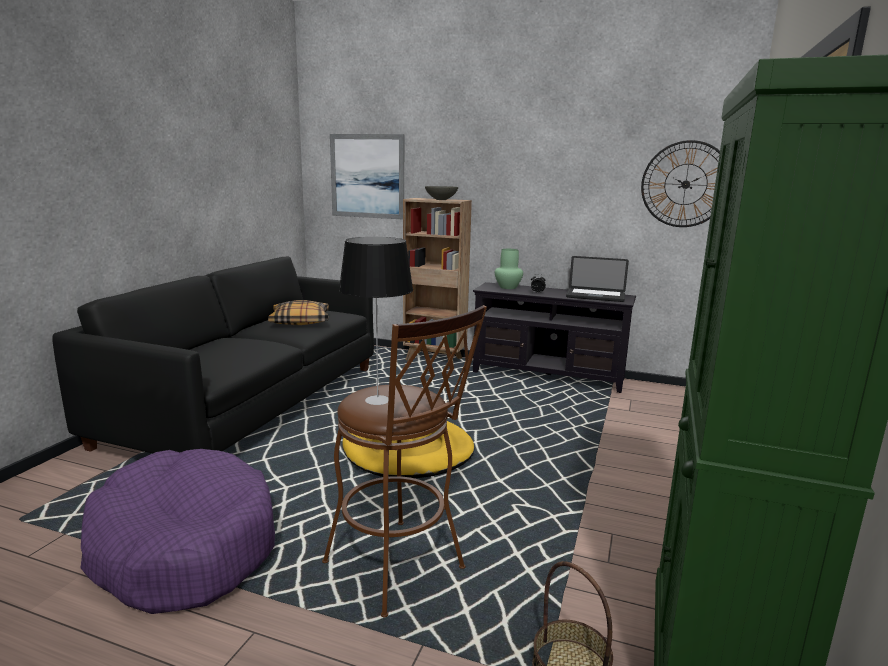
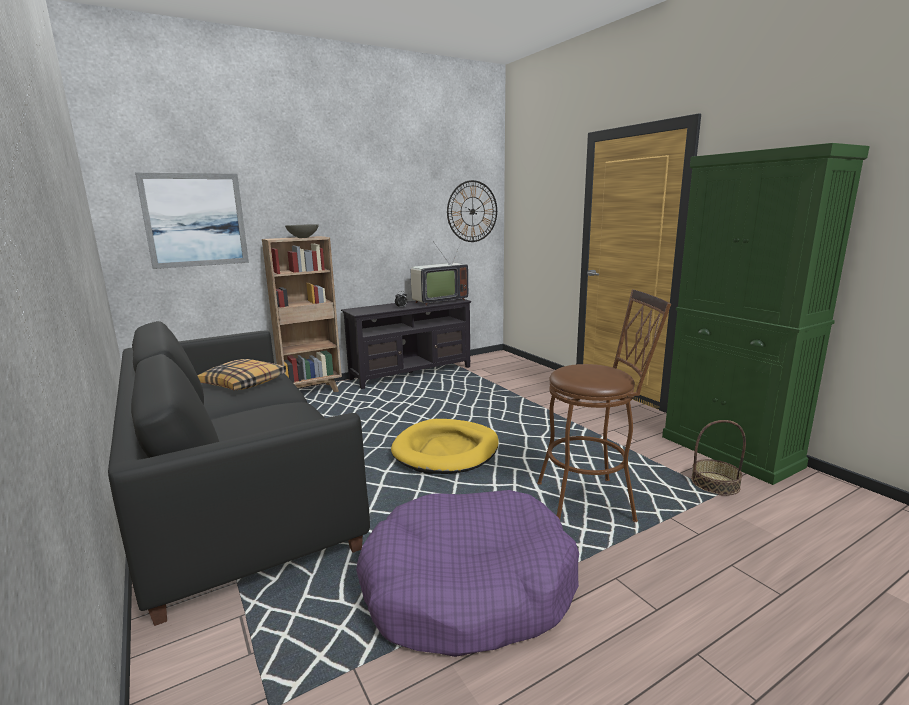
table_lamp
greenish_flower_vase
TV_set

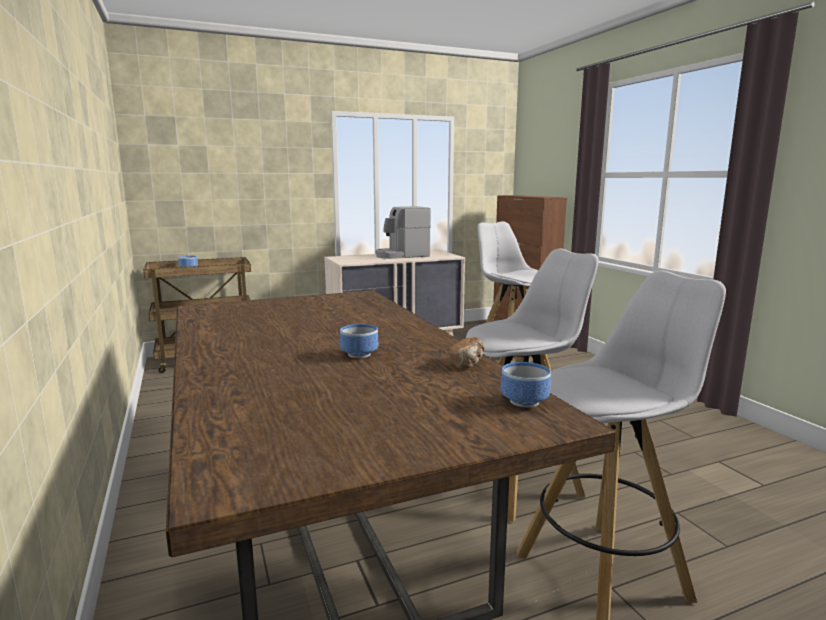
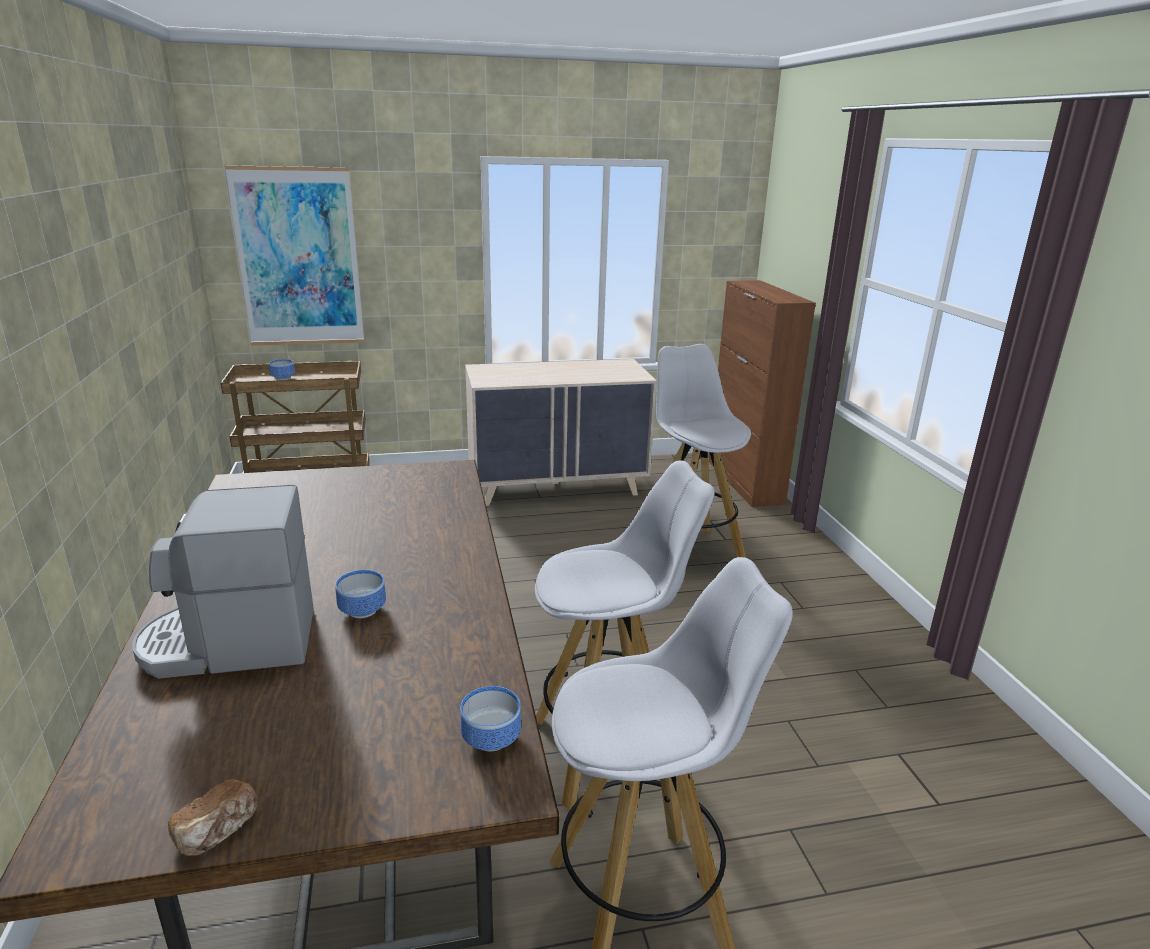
picture
coffee_machine
baked_bread

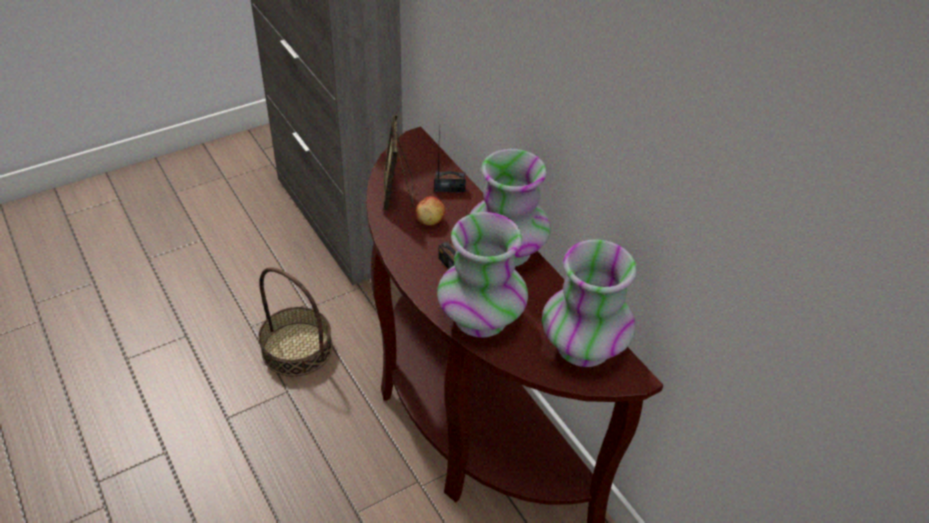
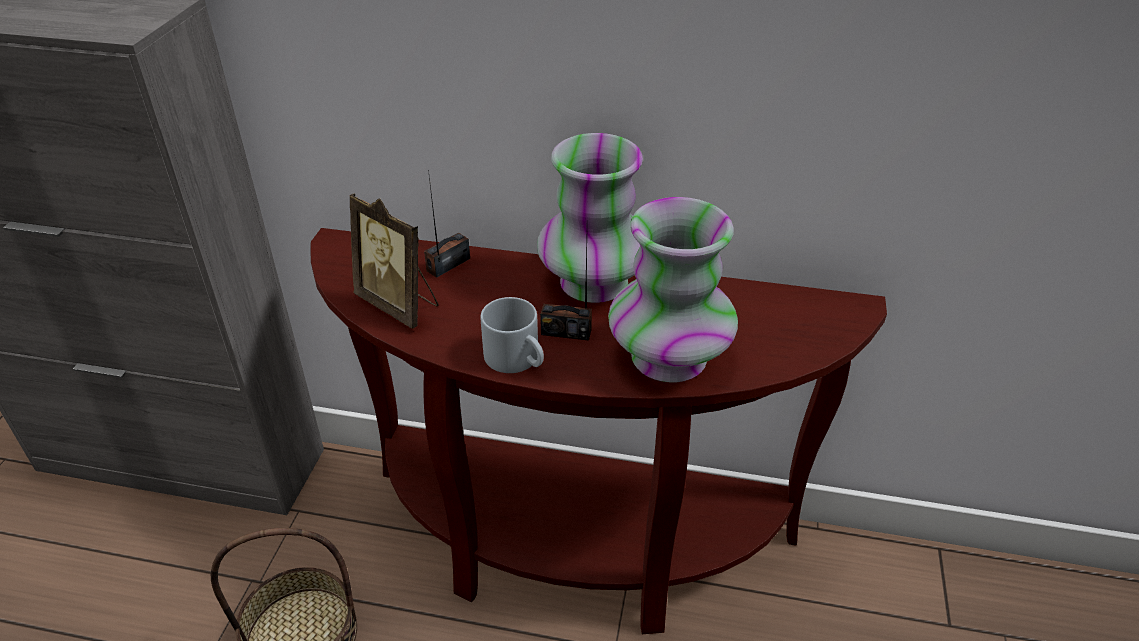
whole_apple
flower_vase (no. 3 from left in the first image)
grey_coffee_mug

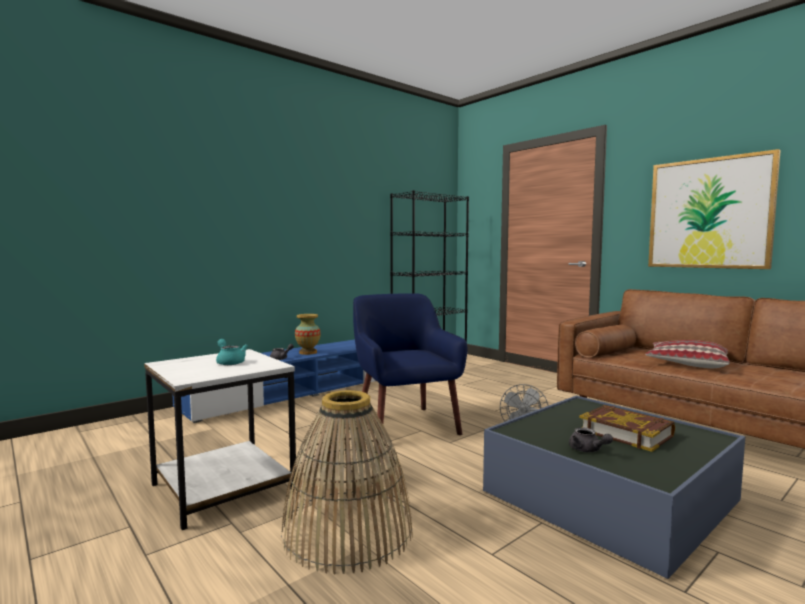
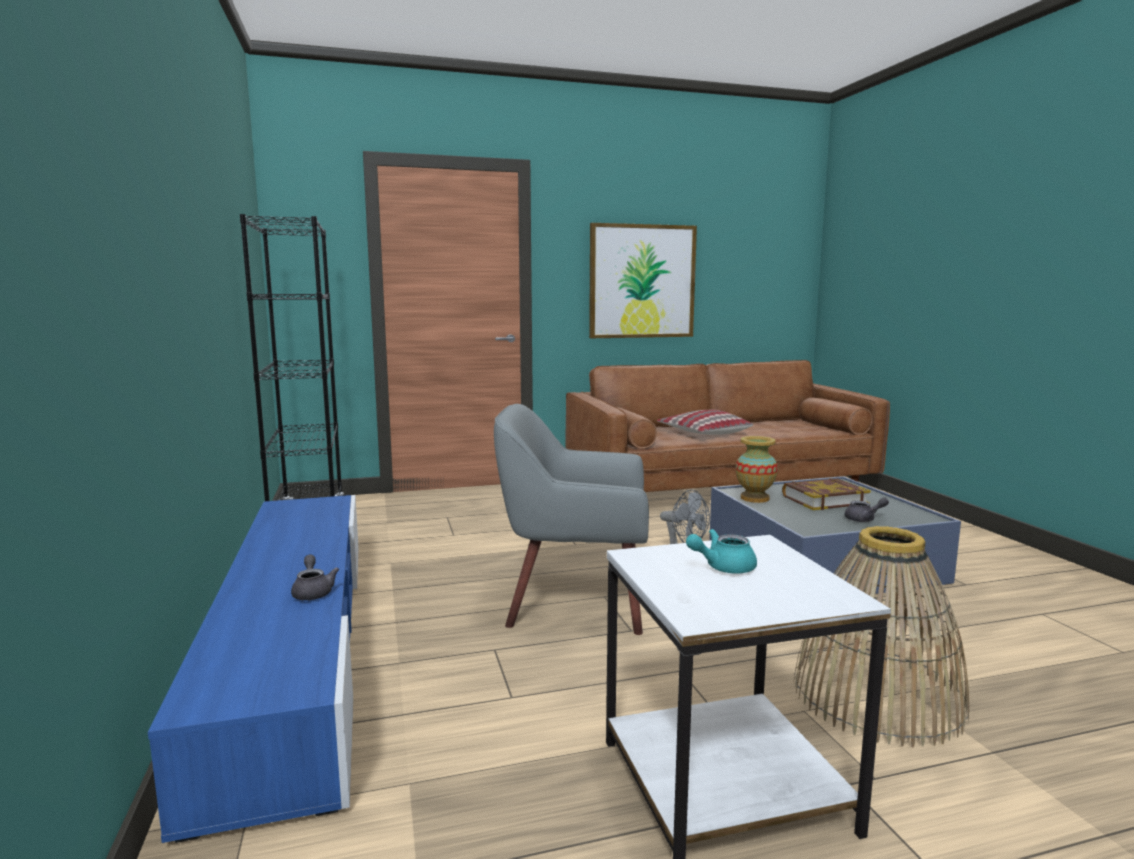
flower_vase
grey_armchair

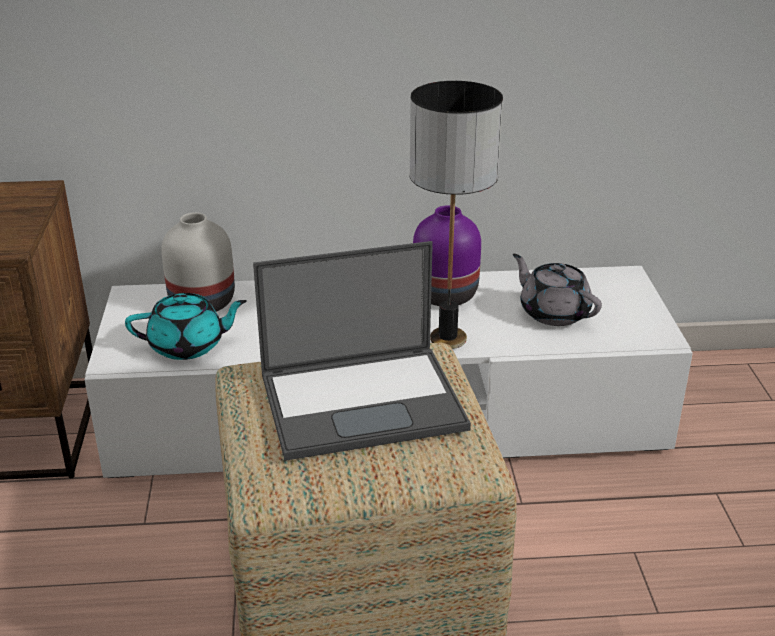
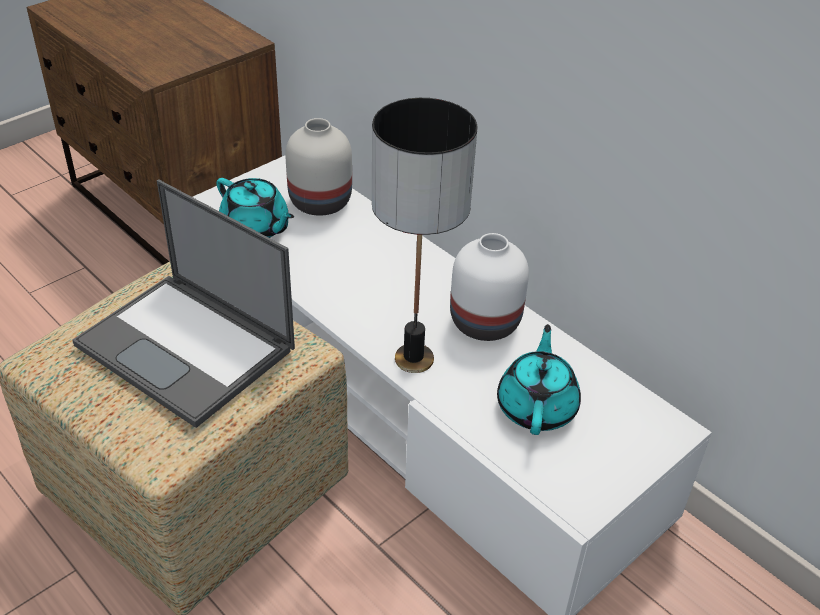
white-coloured_flower_vase (no. 2 from left)
turquoise_pot_for_tea (no. 2 from left)

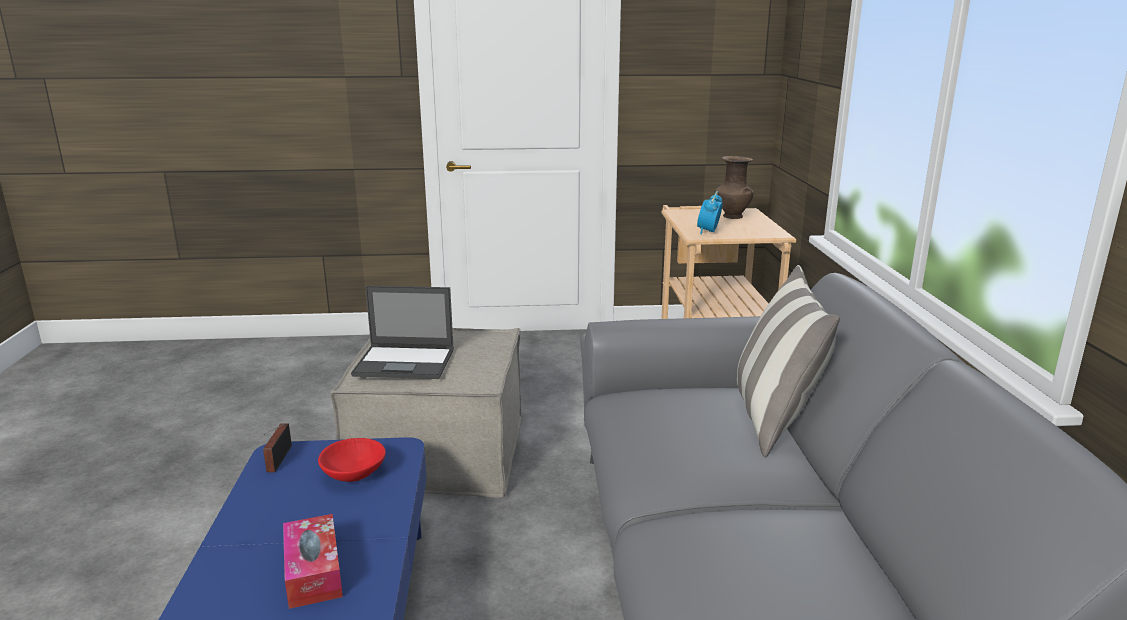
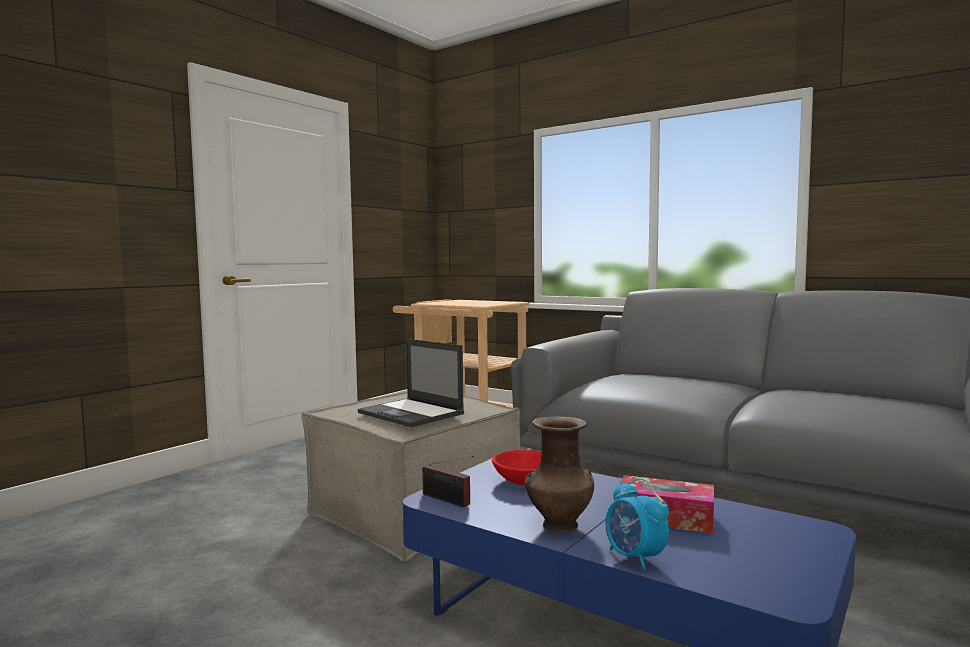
pillow
table_clock
brownish_flower_vase
notebook_computer

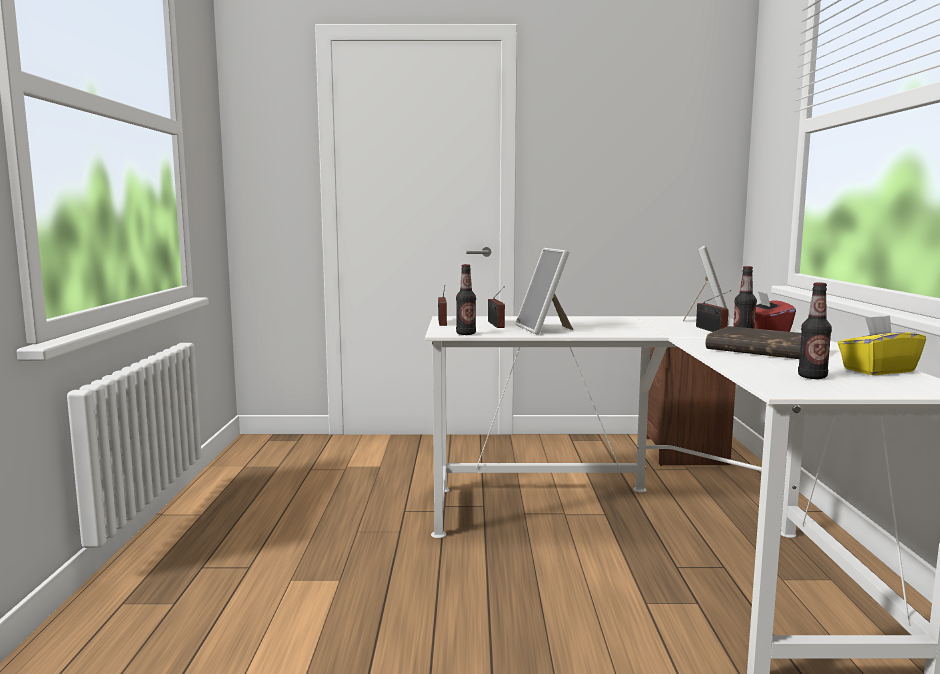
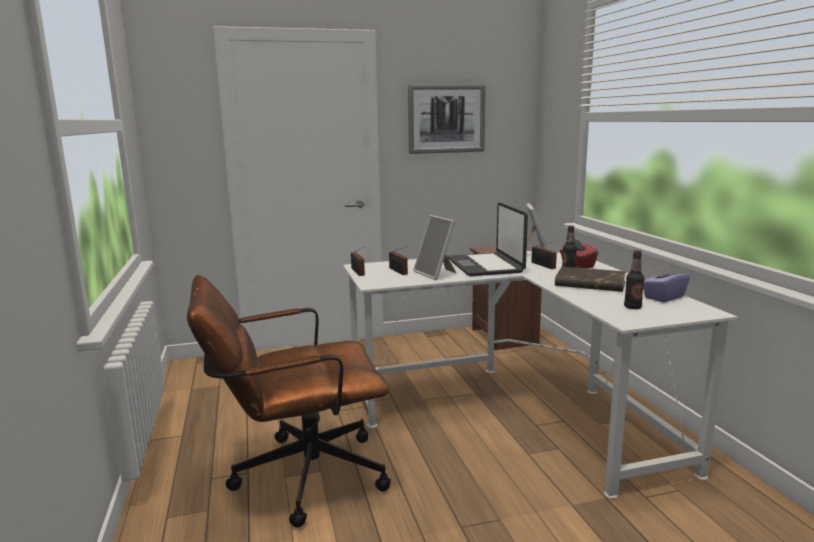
bottle (no. 1 from left in the first image)
brownish_desk_chair
picture
notebook_computer
purple-coloured_tissue_holder

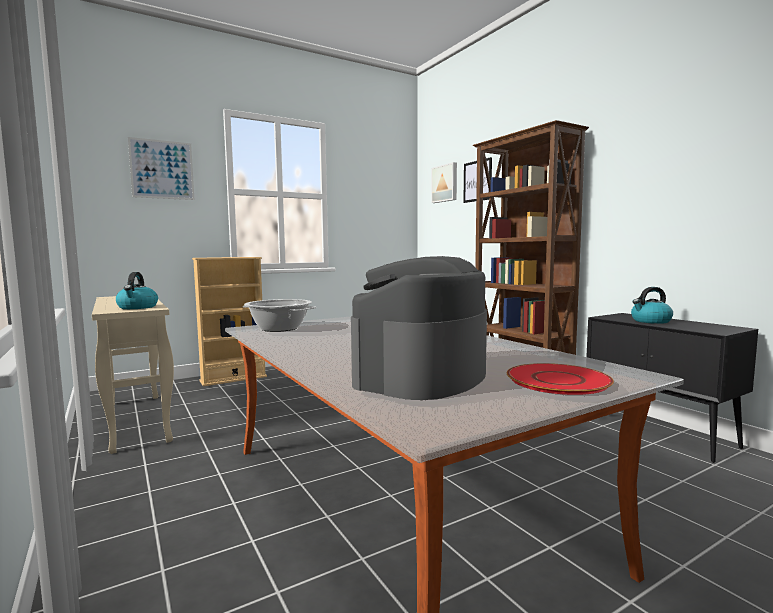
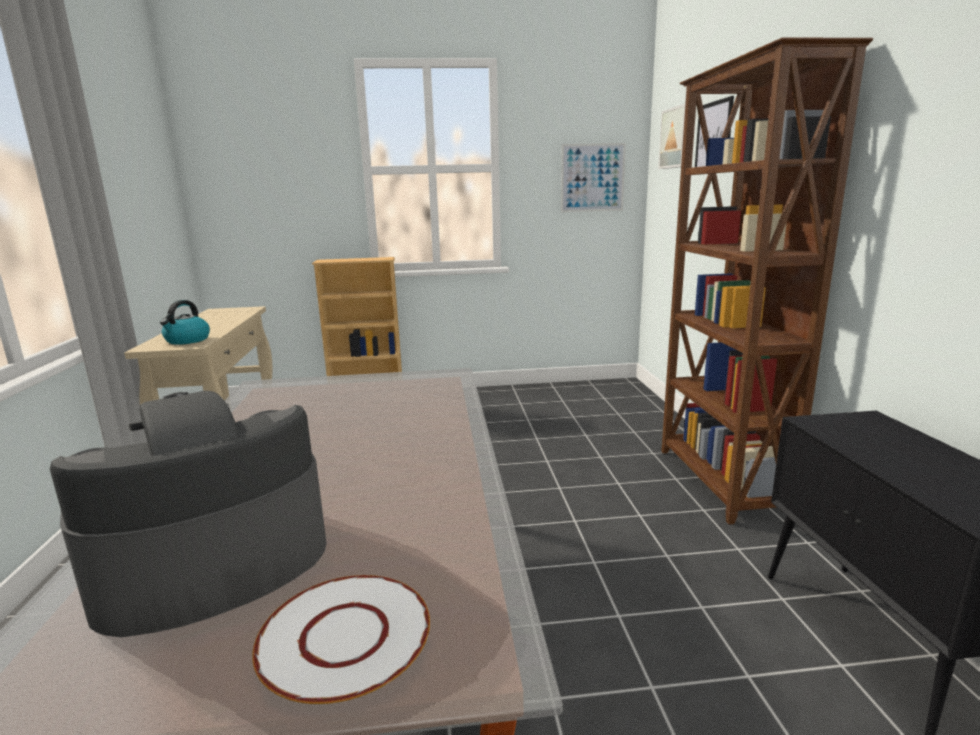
cooking_pot
kettle (no. 2 from left in the first image)
picture (no. 1 from left)
white-coloured_plate

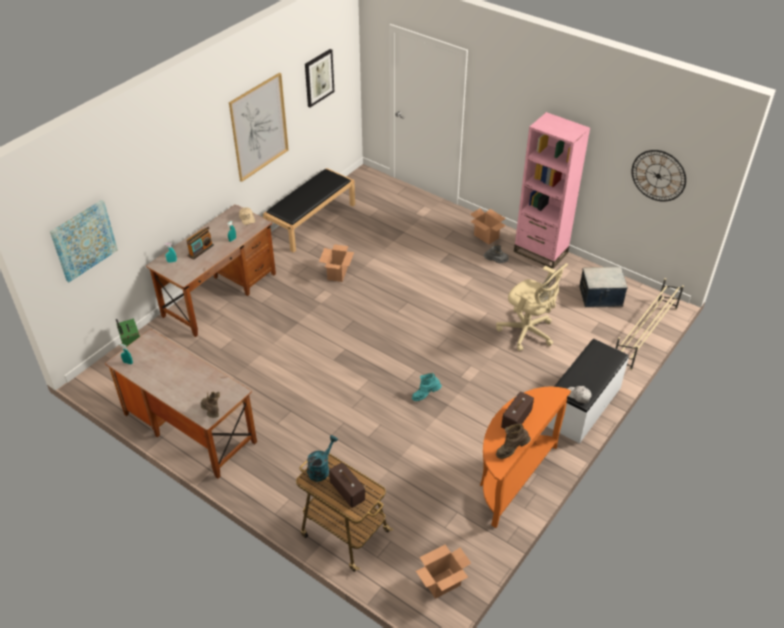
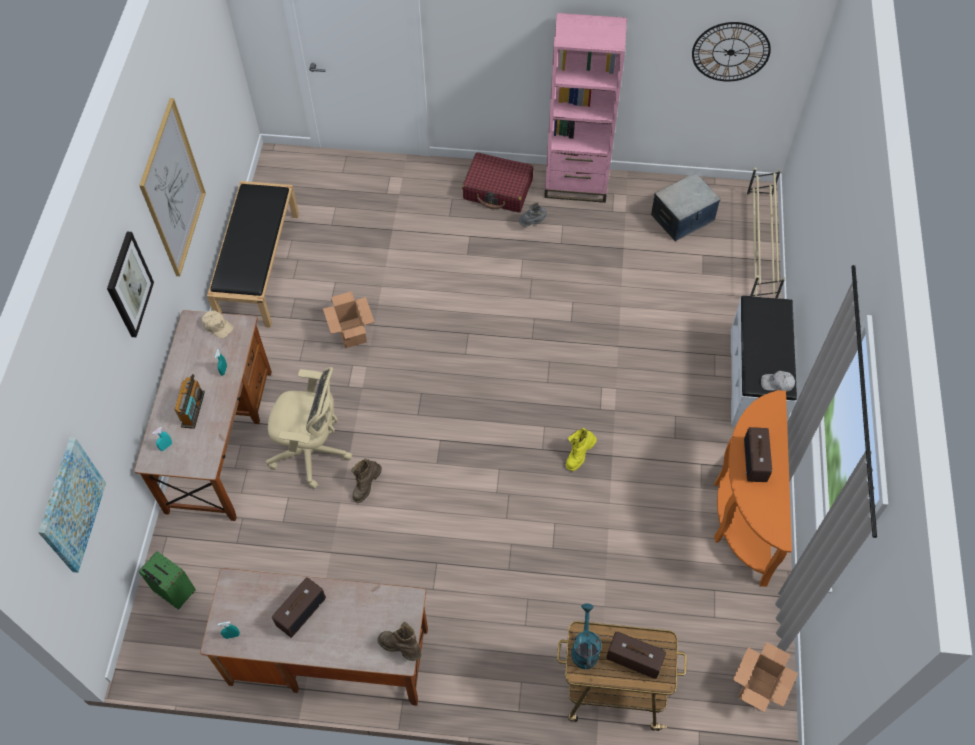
radio (no. 2 from left)
picture (no. 2 from left)
beige-coloured_desk_chair
brownish_boot (no. 1 from left)
reddish_piece_of_luggage
yellow-coloured_boot

